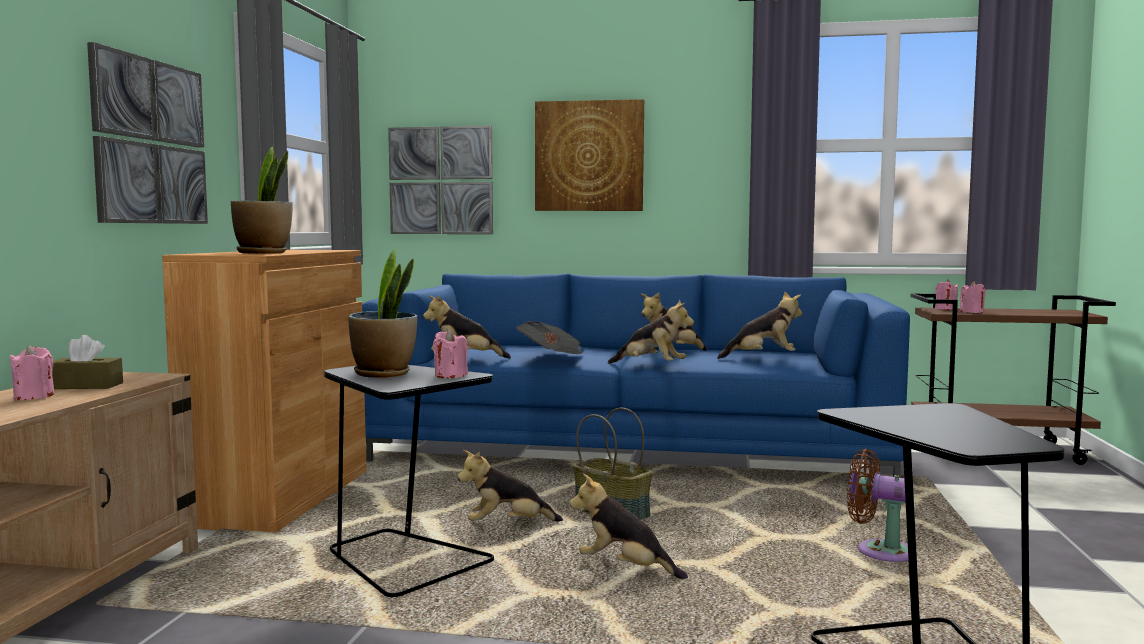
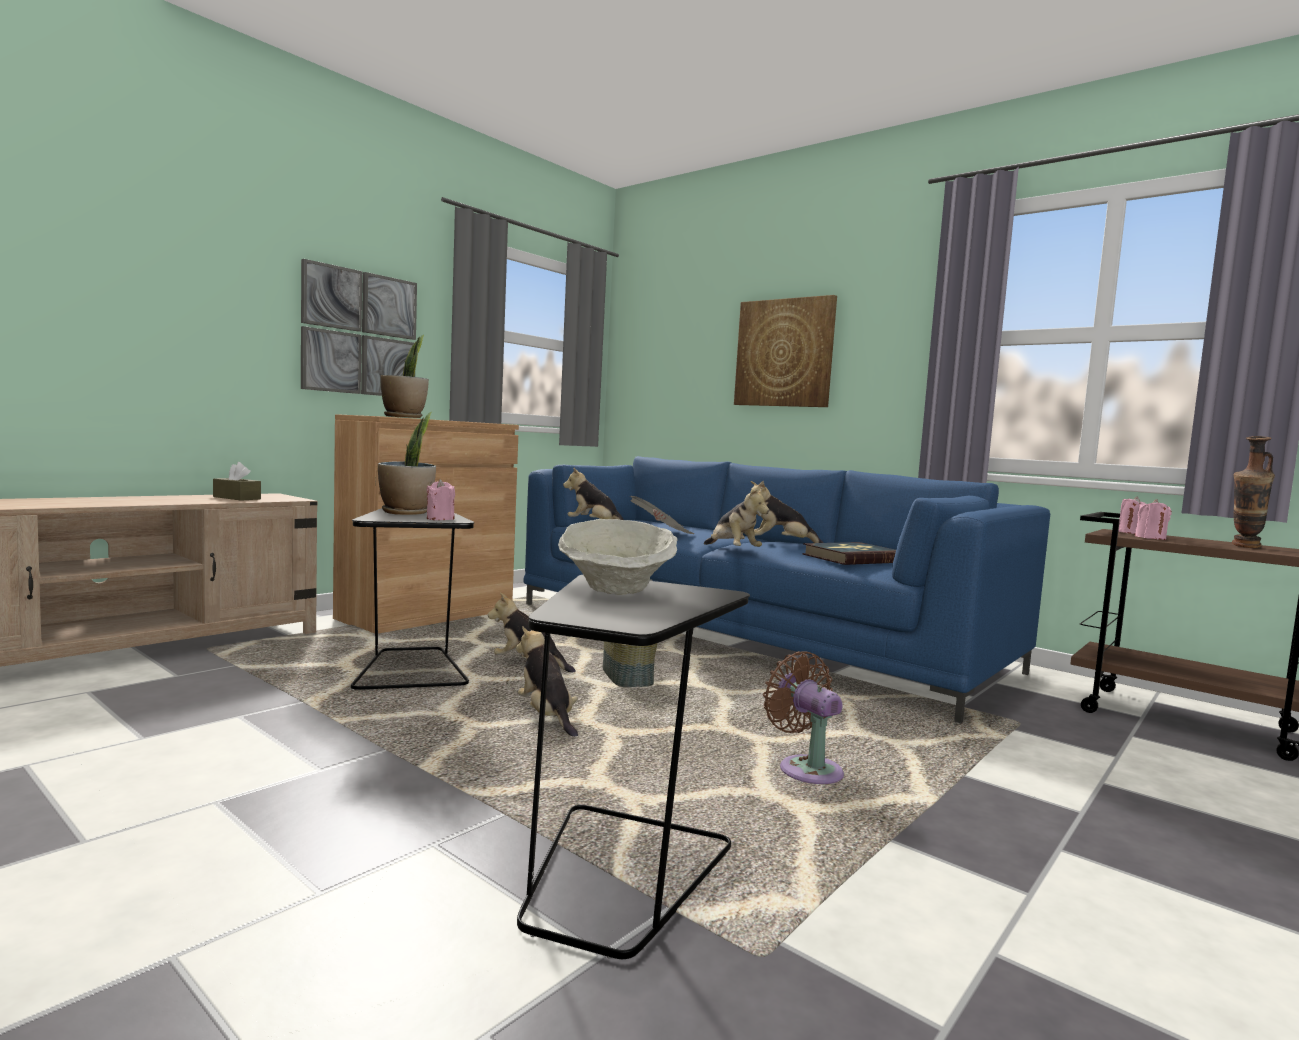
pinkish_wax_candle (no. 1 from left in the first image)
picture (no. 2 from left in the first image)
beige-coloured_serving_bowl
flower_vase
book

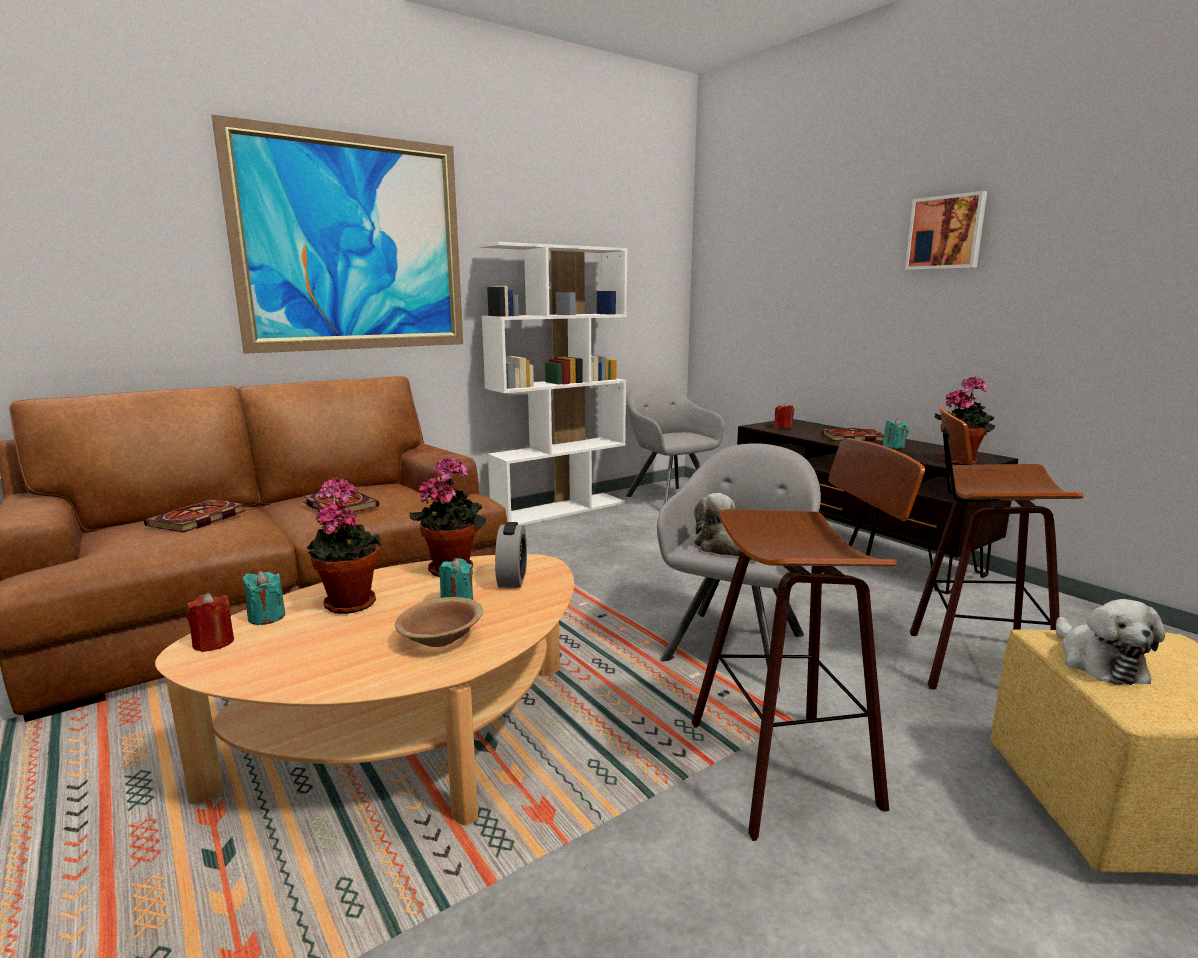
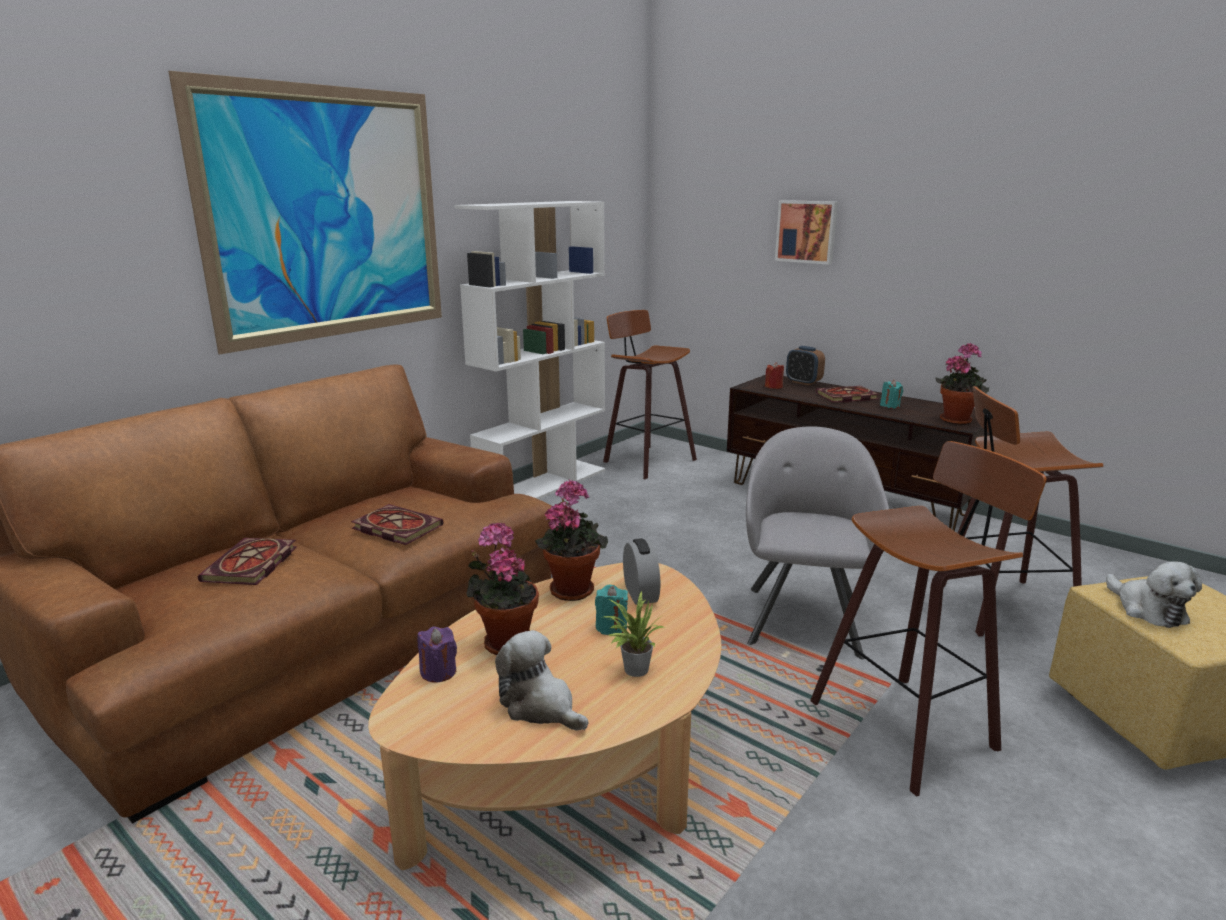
reddish_wax_candle (no. 1 from left in the first image)
table_clock (no. 2 from left)
cuddly_toy (no. 1 from left)
picture (no. 2 from left)
houseplant (no. 3 from left)
stool (no. 1 from left)
purple-coloured_wax_candle

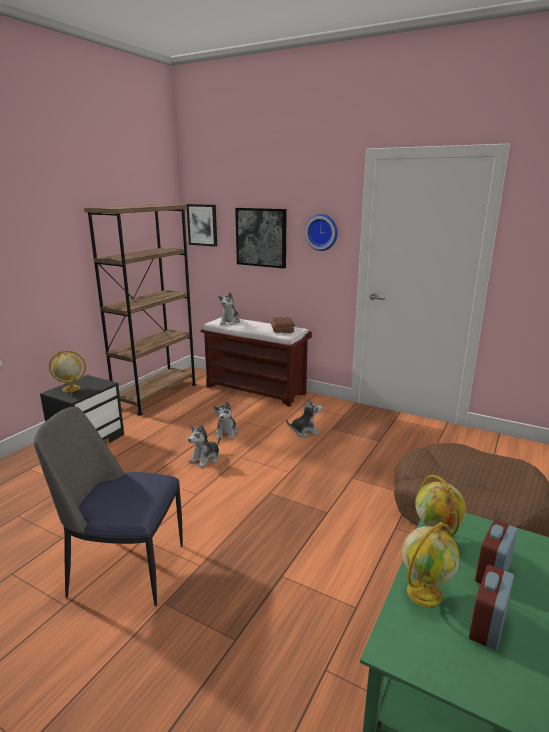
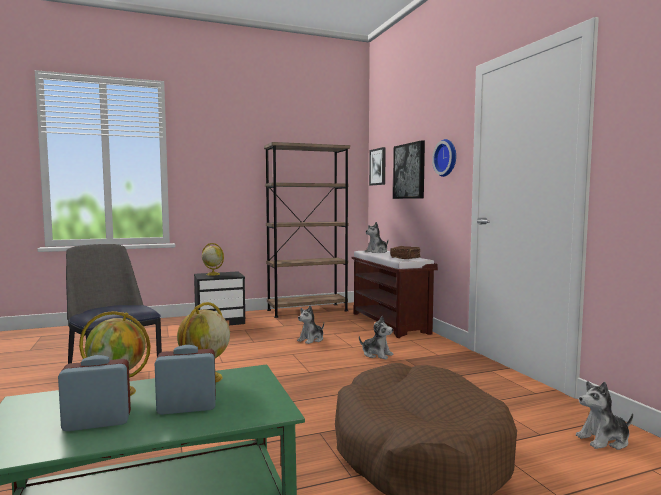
cuddly_toy (no. 4 from left)

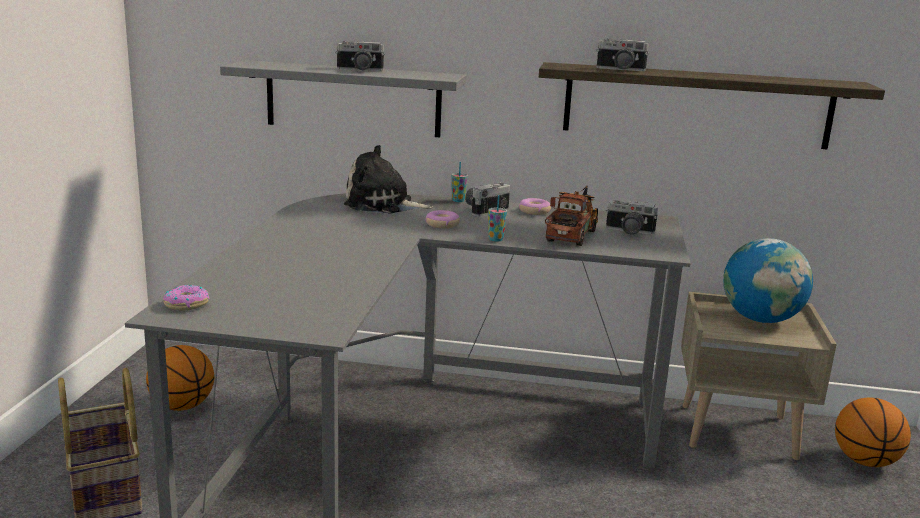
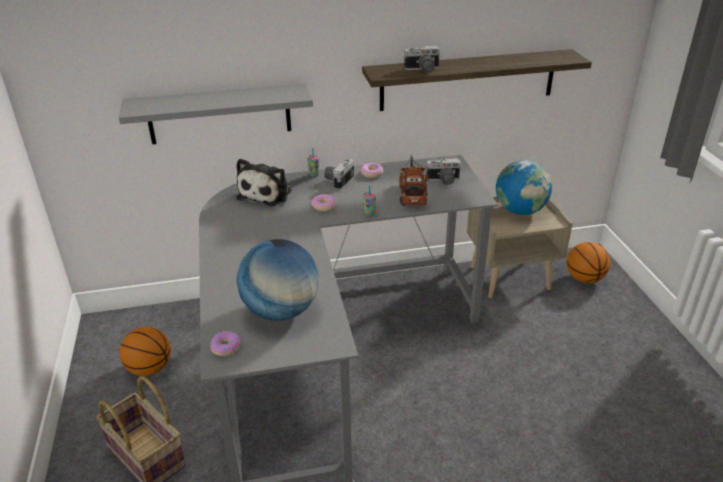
photo_camera (no. 1 from left in the first image)
world_globe (no. 1 from left)
cuddly_toy

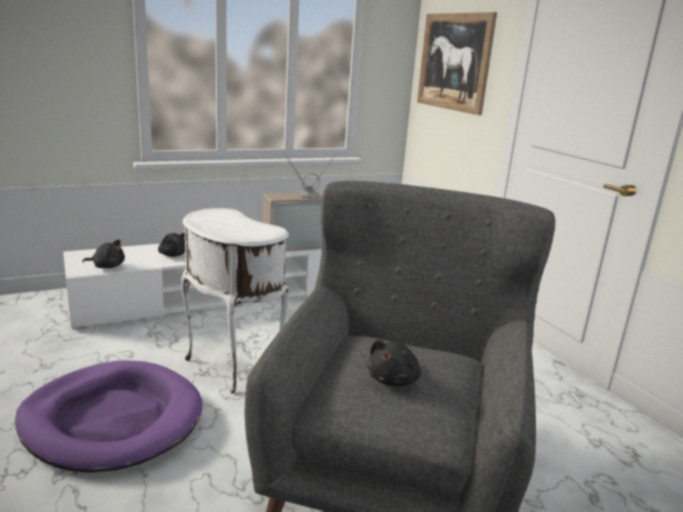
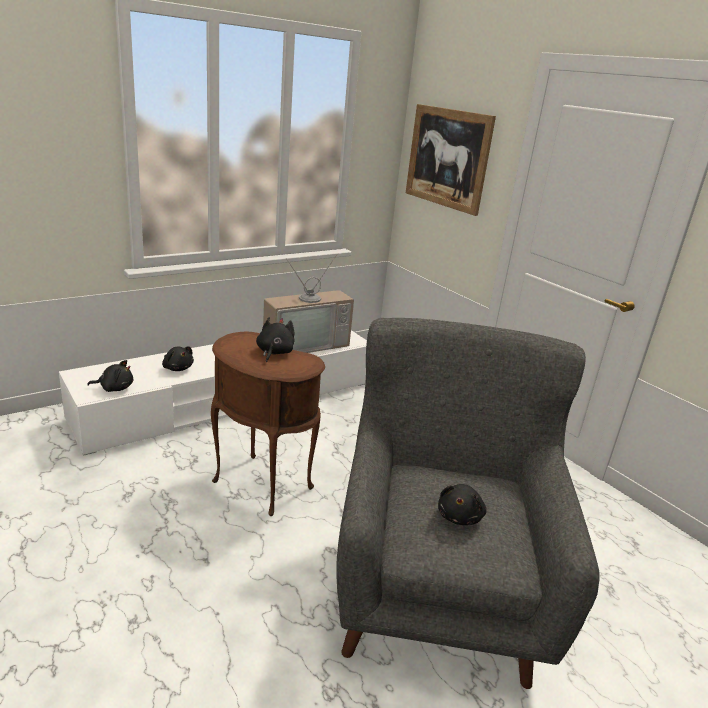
purple-coloured_dog_bed
black-coloured_cuddly_toy (no. 3 from left)
brownish_accent_table

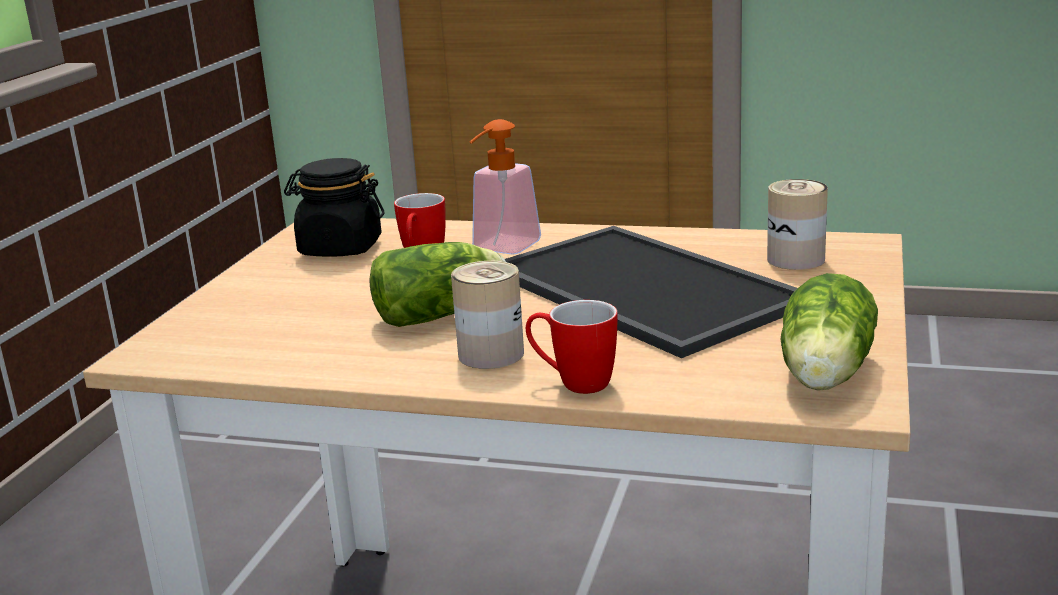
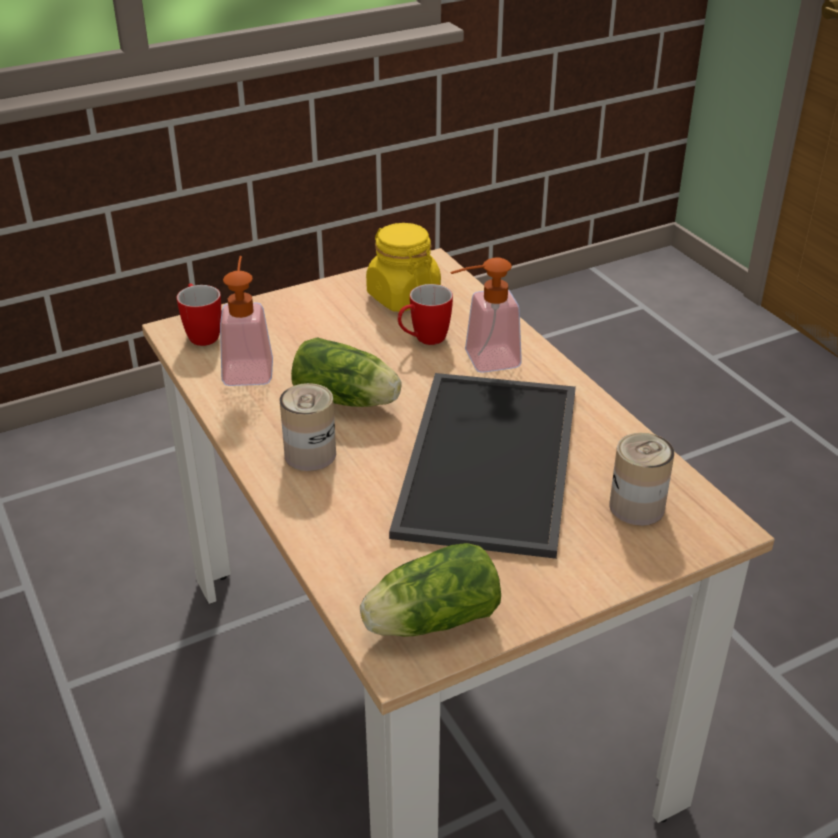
soap_bottle (no. 1 from left)
coffee_mug (no. 1 from left)
yellow-coloured_jar

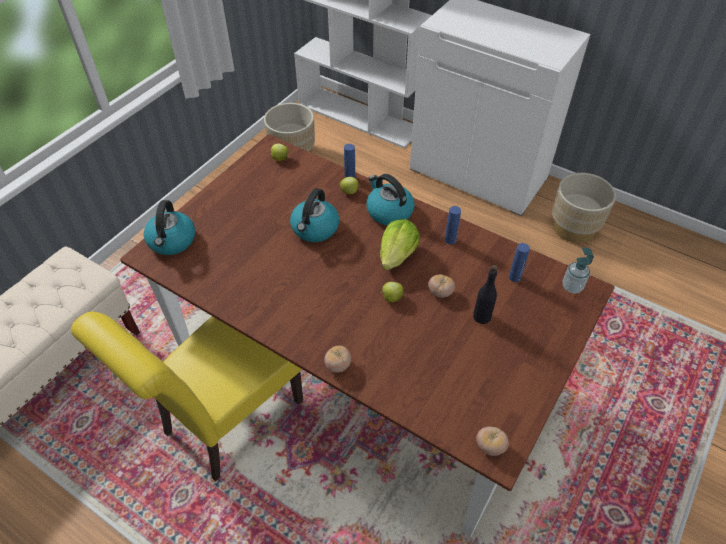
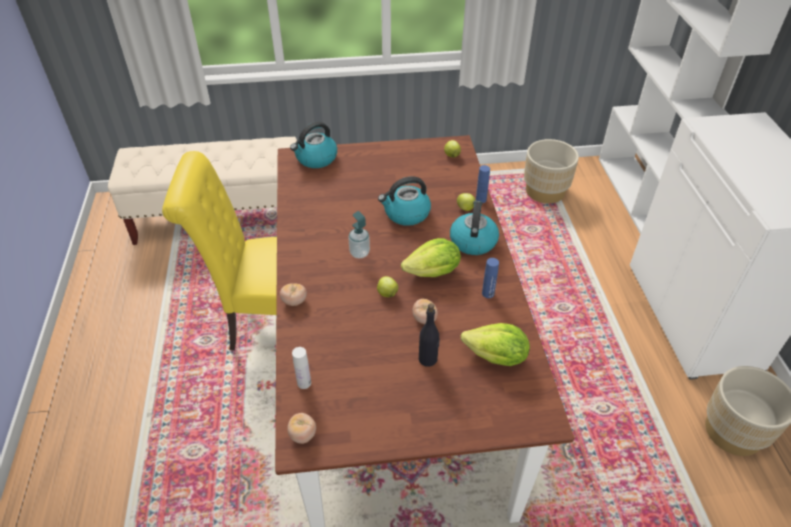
white-coloured_bottle
soap_bottle
lettuce (no. 2 from left)

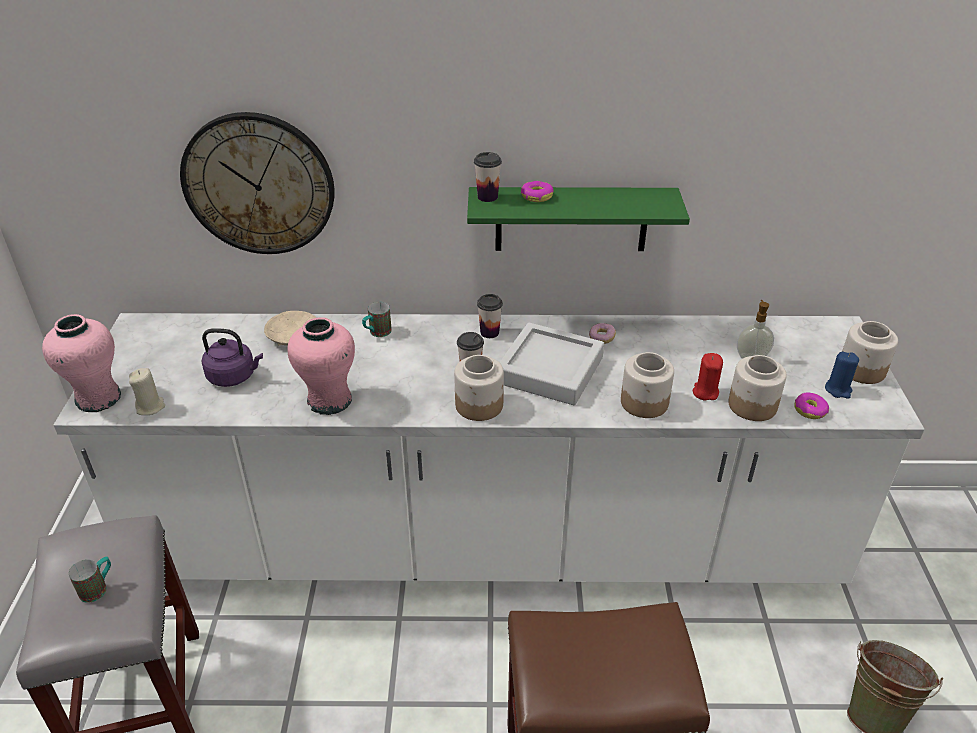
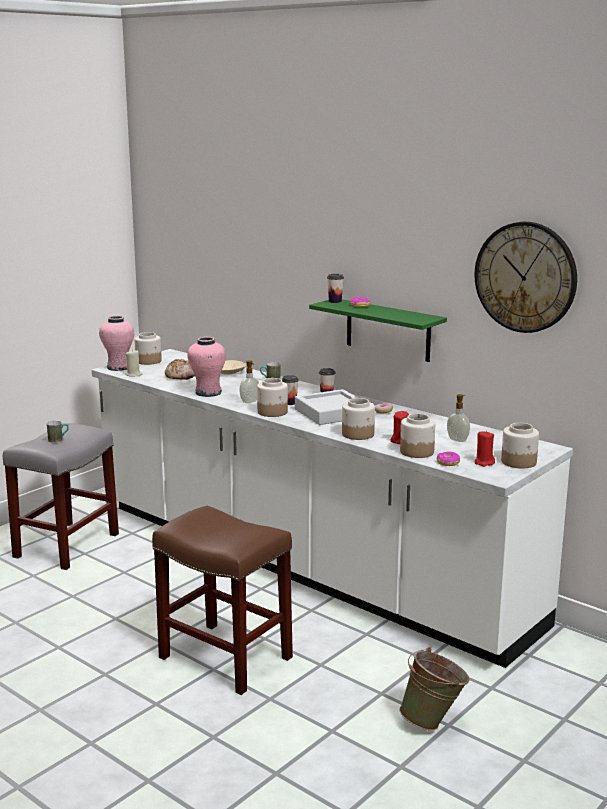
jar (no. 1 from left)
soap_bottle (no. 1 from left)
wall_clock
baked_bread
reddish_wax_candle (no. 2 from left)

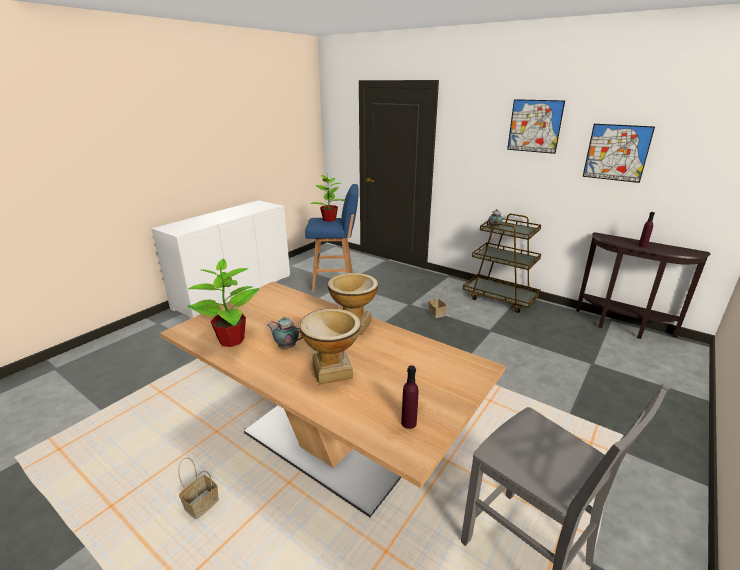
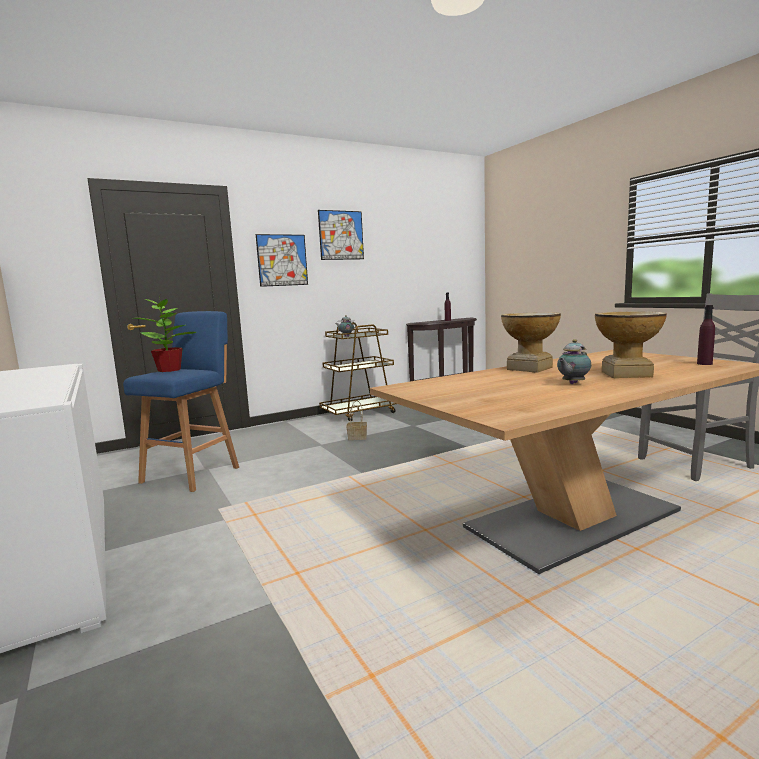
storage_basket (no. 1 from left in the first image)
houseplant (no. 1 from left in the first image)
picture (no. 1 from left)

